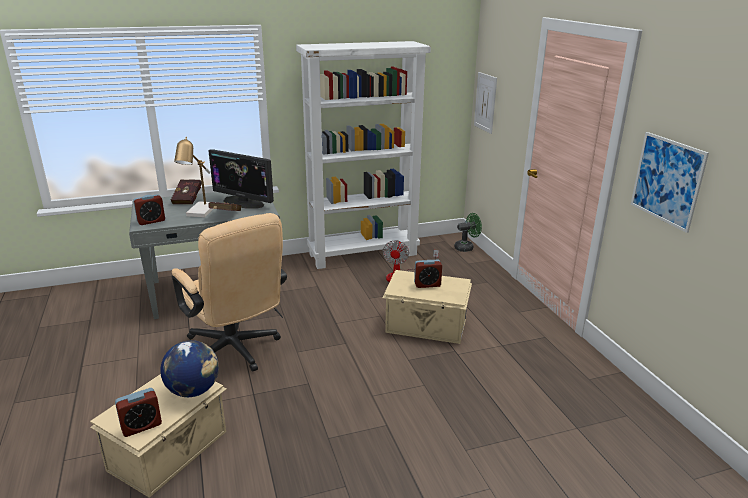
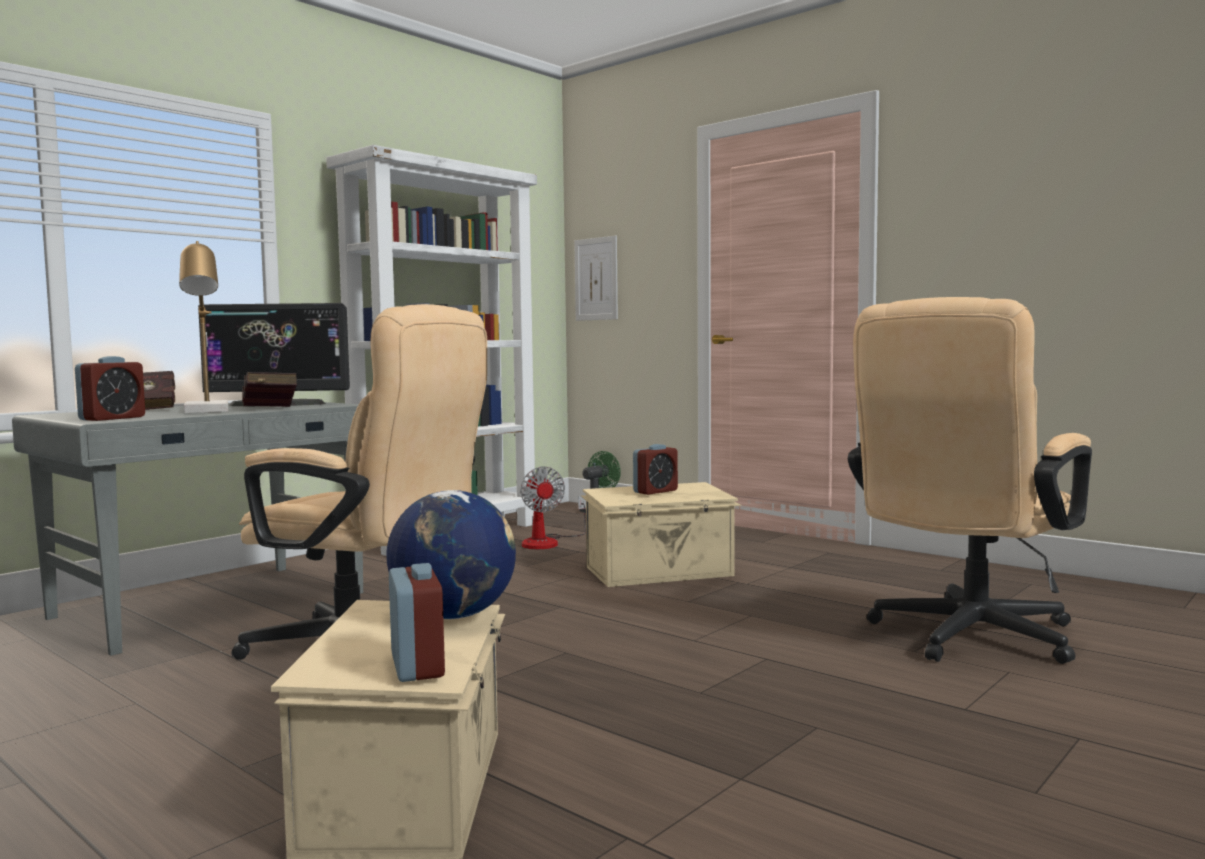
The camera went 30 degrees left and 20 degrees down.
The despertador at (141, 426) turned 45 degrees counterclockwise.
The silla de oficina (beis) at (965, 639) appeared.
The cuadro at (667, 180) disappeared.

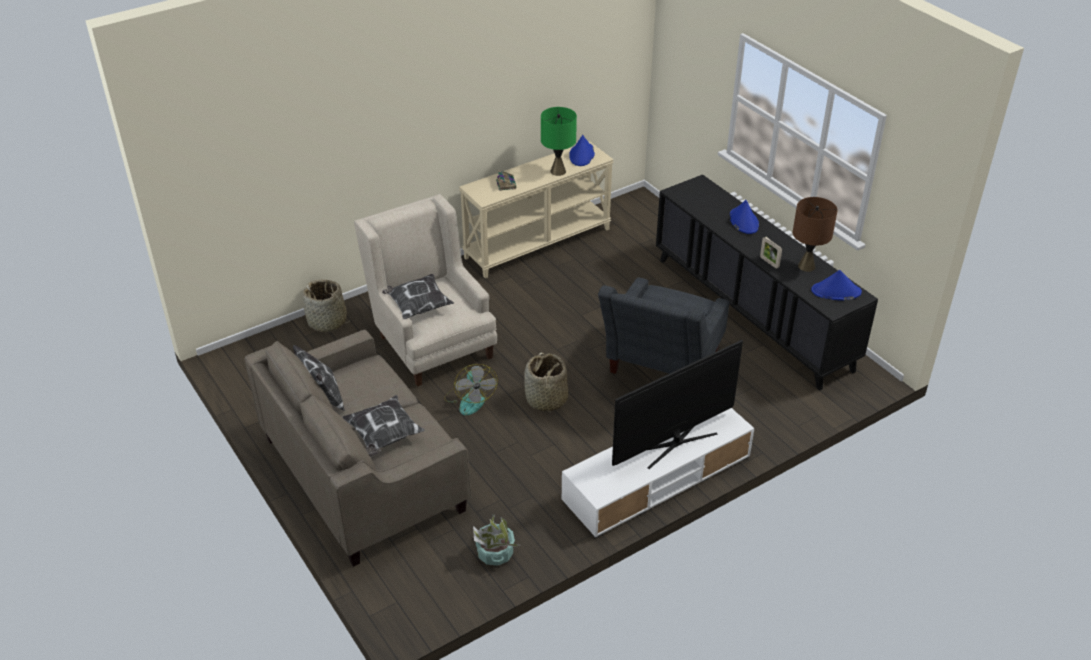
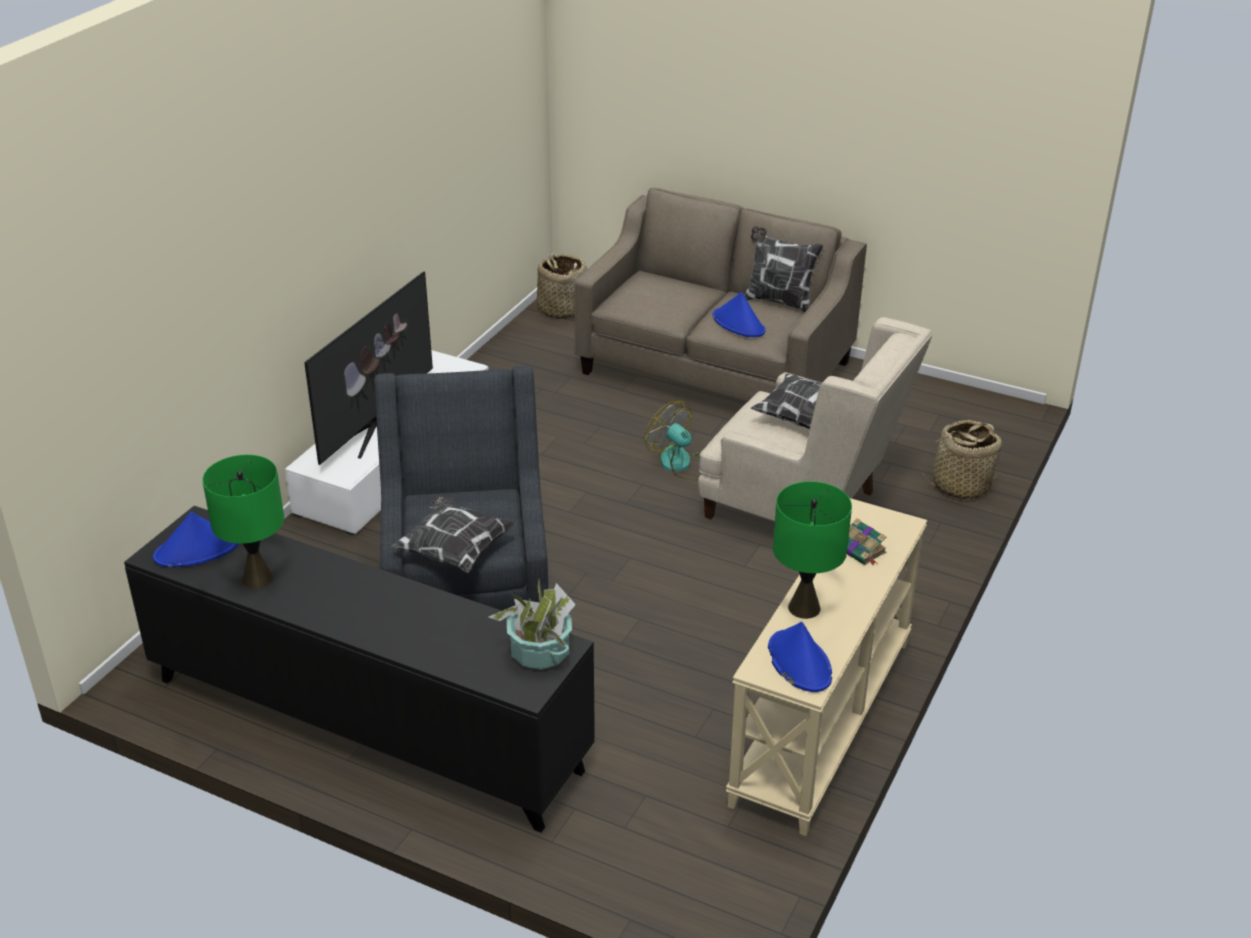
The camera went 150 degrees right and 5 degrees down.
The lámpara de mesa (marrón) at (806, 266) became the lámpara de mesa (verde) at (257, 579).
The cojín moved from (383, 436) to (454, 550).
The planta en maceta moved from (495, 553) to (540, 652).
The cesta moved from (546, 399) to (562, 309).
The sombrero (azul) moved from (743, 221) to (739, 324).
The portarretratos at (769, 262) disappeared.

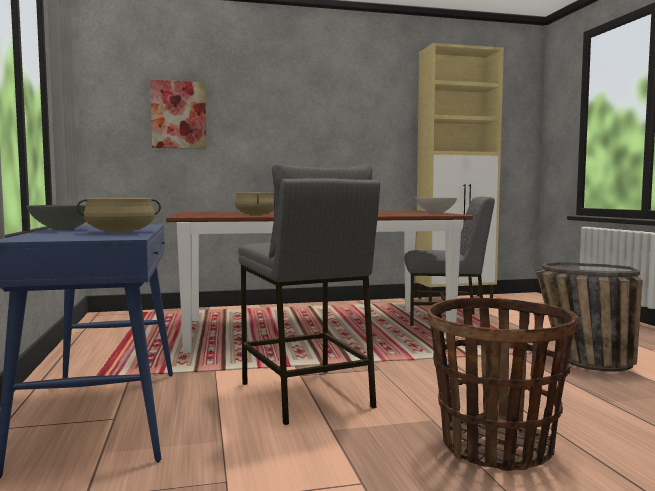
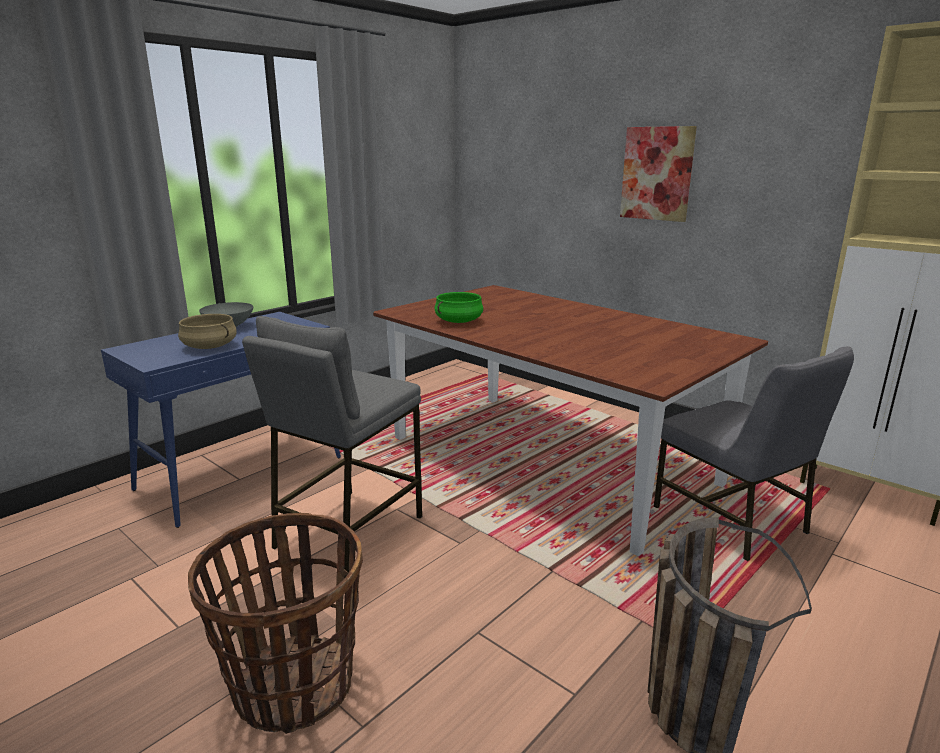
The camera went 55 degrees right and 15 degrees up.
The olla (beis) at (256, 215) became the olla (verde) at (458, 321).
The cuadro moved from (178, 115) to (657, 173).
The cuenco (blanco) at (436, 213) disappeared.

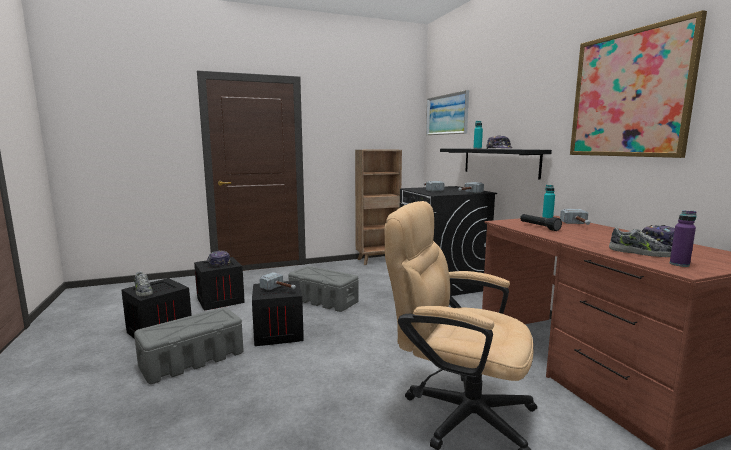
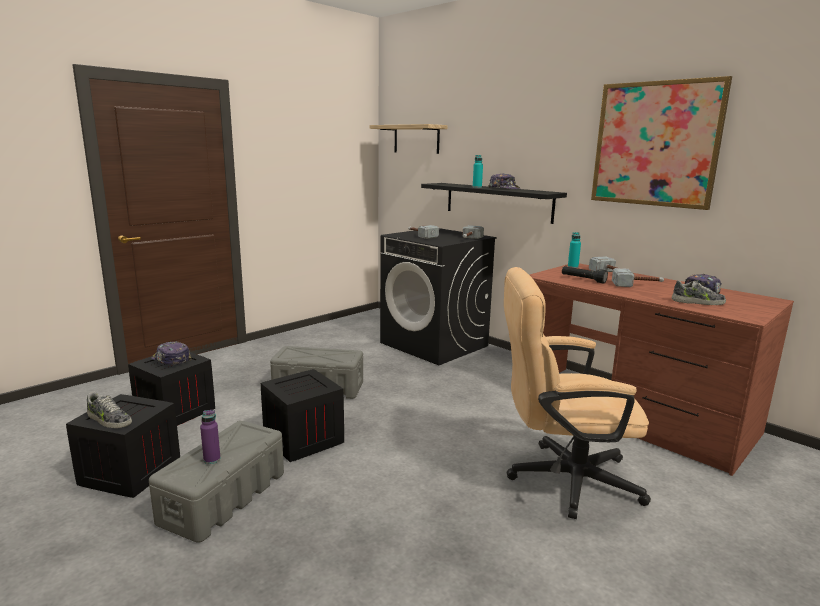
The camera went 25 degrees left and 5 degrees up.
The botella (morado) moved from (679, 264) to (212, 459).
The cuadro at (447, 114) was replaced by the estante at (416, 139).
The martillo moved from (280, 289) to (637, 285).
The estantería (marrón) at (378, 260) disappeared.

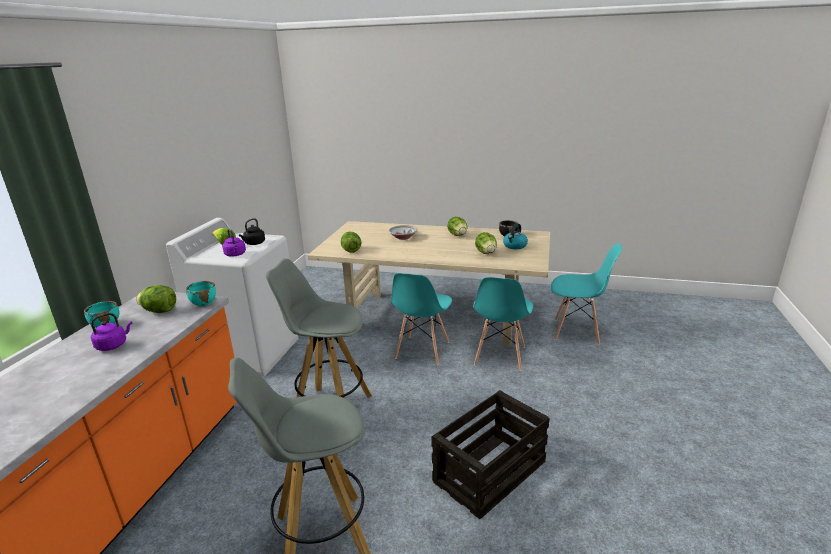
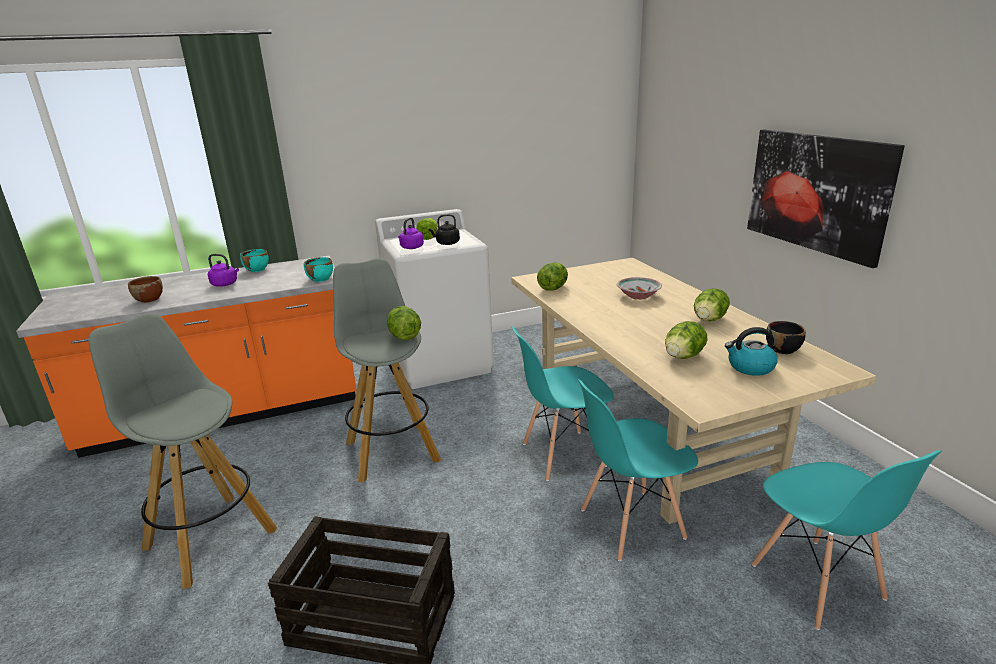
The camera went 55 degrees right and 0 degrees up.
The cuenco (marrón) at (149, 299) appeared.
The lechuga moved from (159, 311) to (404, 336).
The cuadro at (816, 193) appeared.

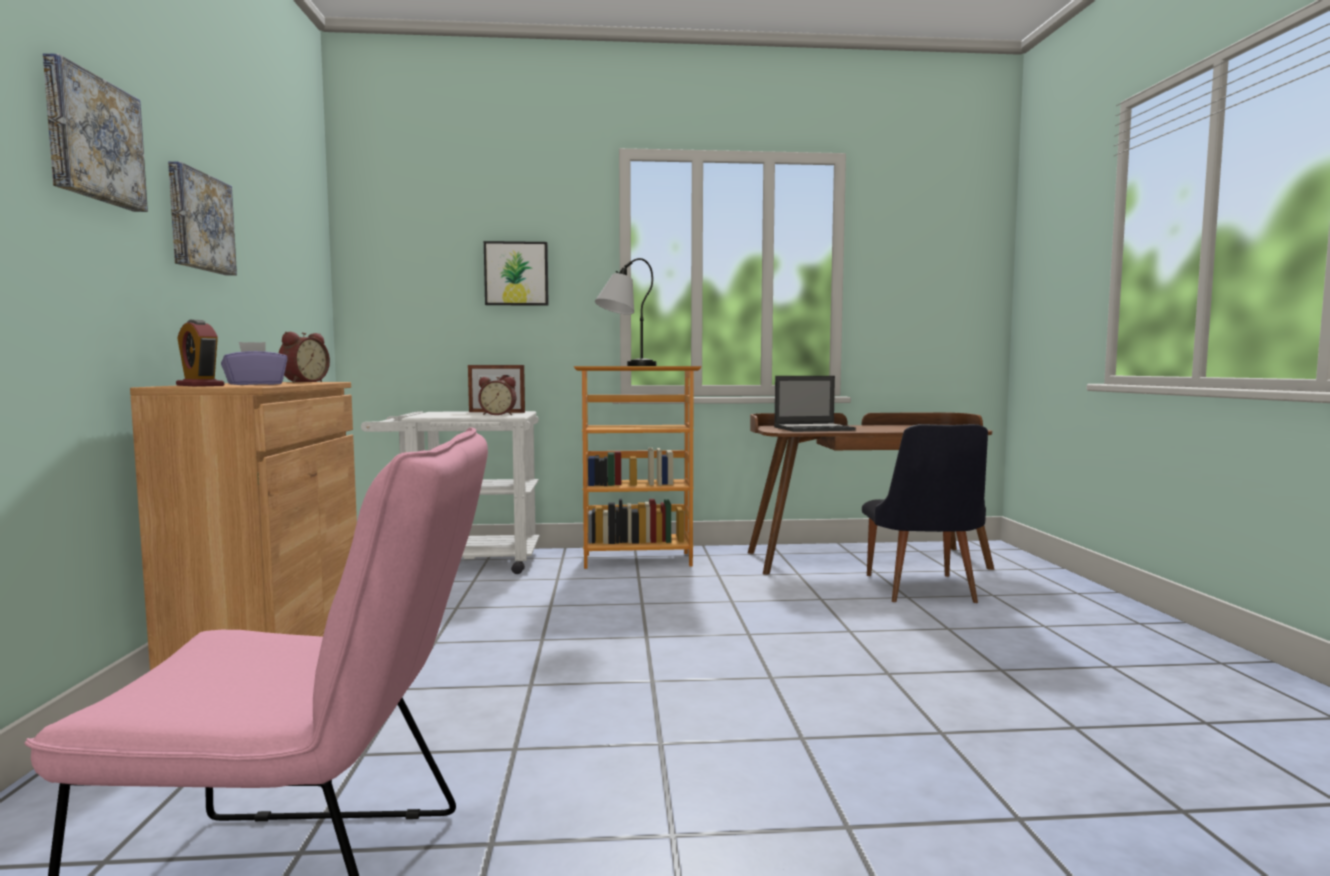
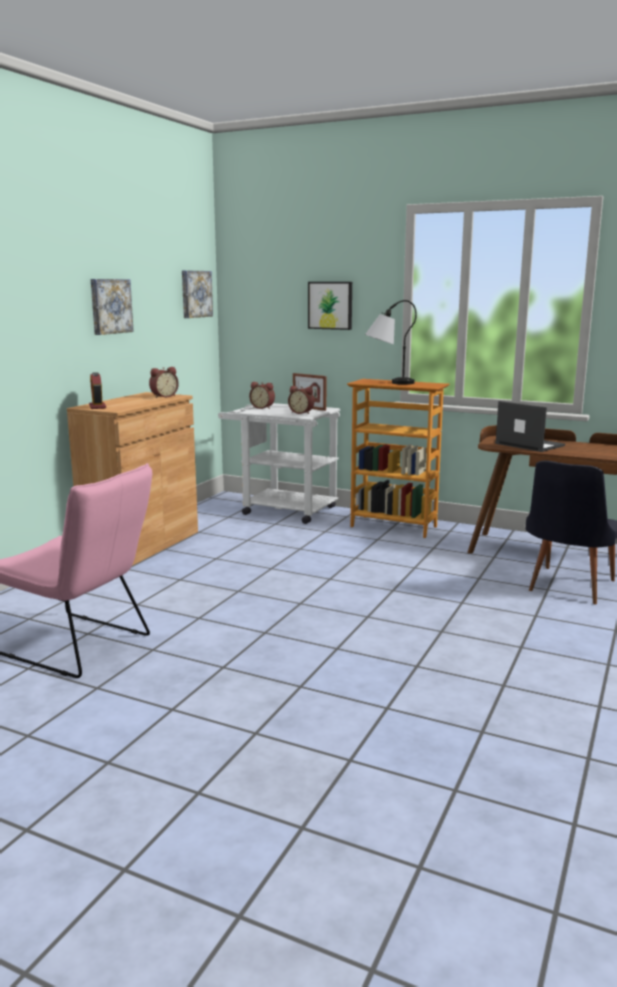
The camera went 30 degrees right and 10 degrees up.
The cuadro moved from (92, 139) to (195, 294).
The despertador at (263, 407) appeared.
The portátil at (814, 428) turned 150 degrees counterclockwise.
The caja de pañuelos (morado) at (255, 384) disappeared.

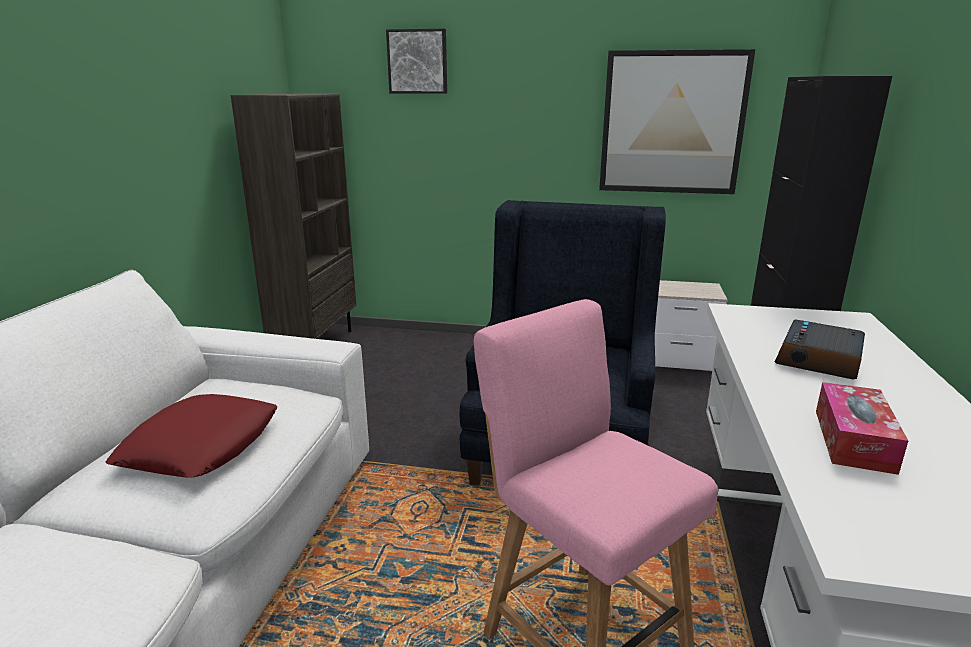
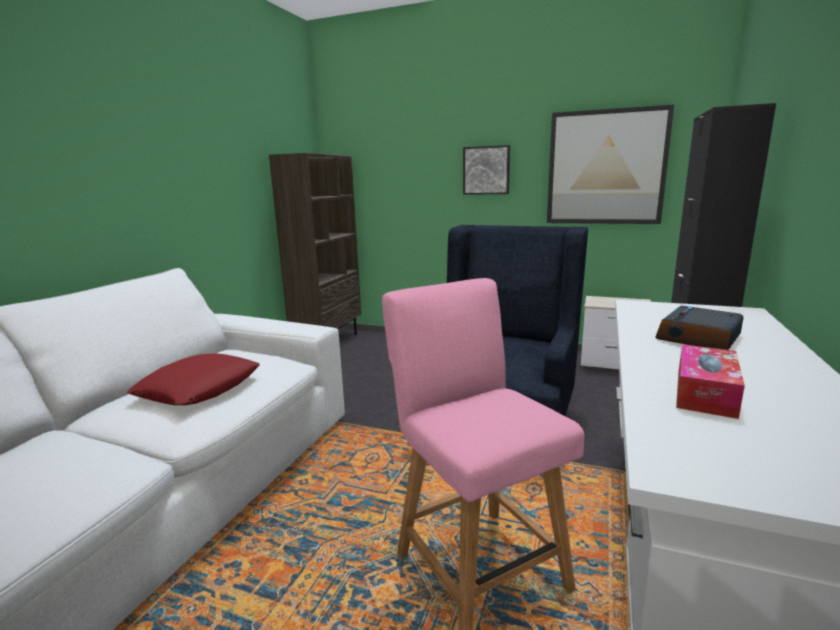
The camera went 10 degrees right and 5 degrees down.
The cuadro moved from (418, 62) to (486, 170).

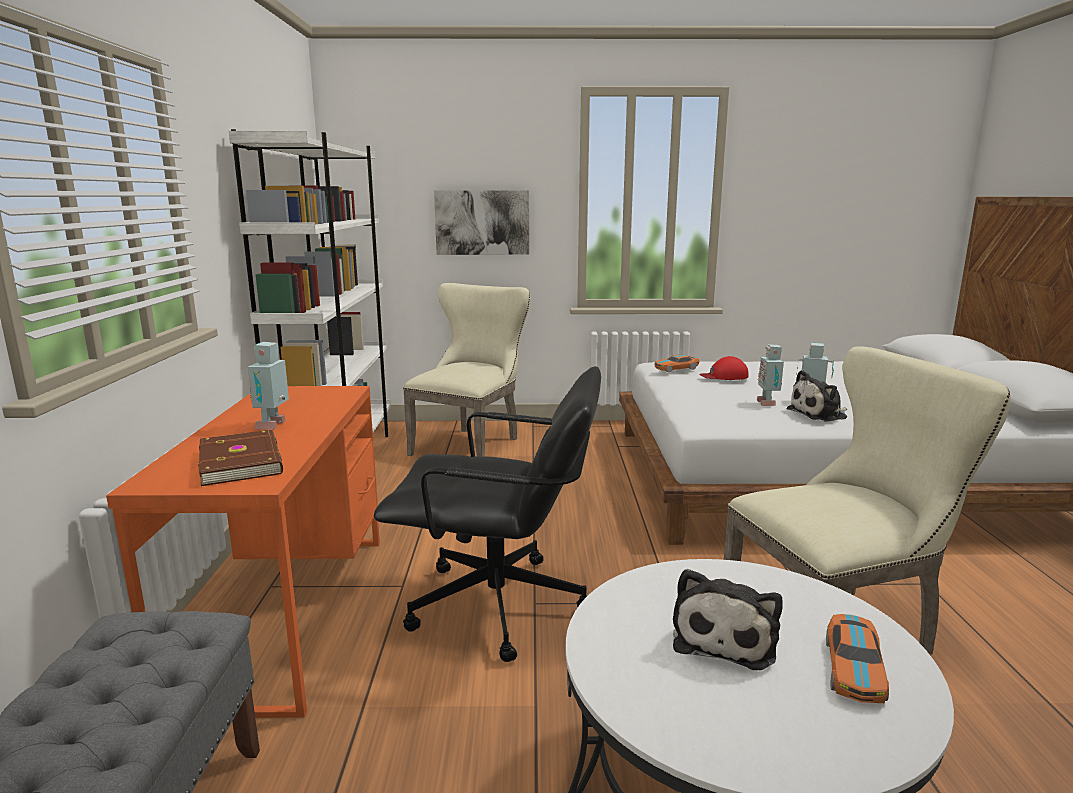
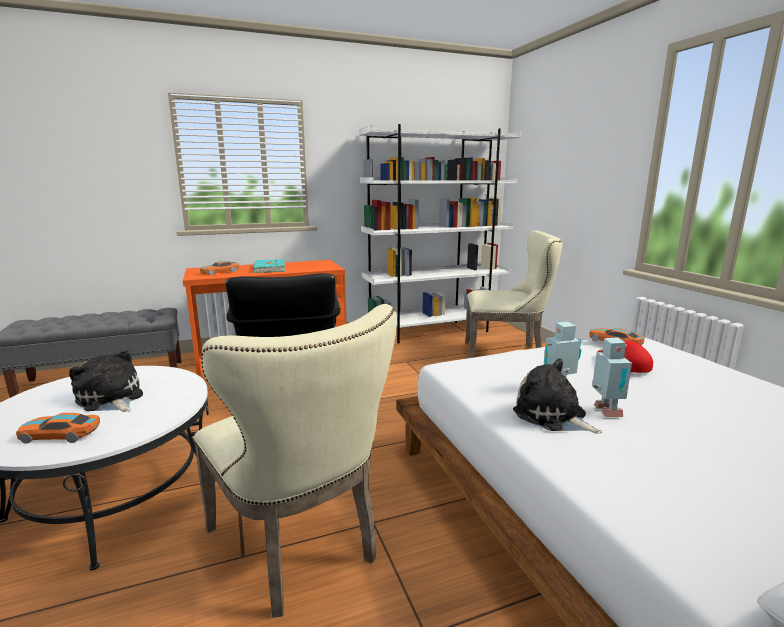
The camera went 70 degrees right and 0 degrees up.
The peluche at (725, 637) turned 45 degrees clockwise.
The libro (marrón) at (243, 461) was replaced by the coche de juguete at (220, 272).
The robot de juguete at (274, 425) was replaced by the libro (turquesa) at (268, 268).
The cuadro at (482, 222) disappeared.

